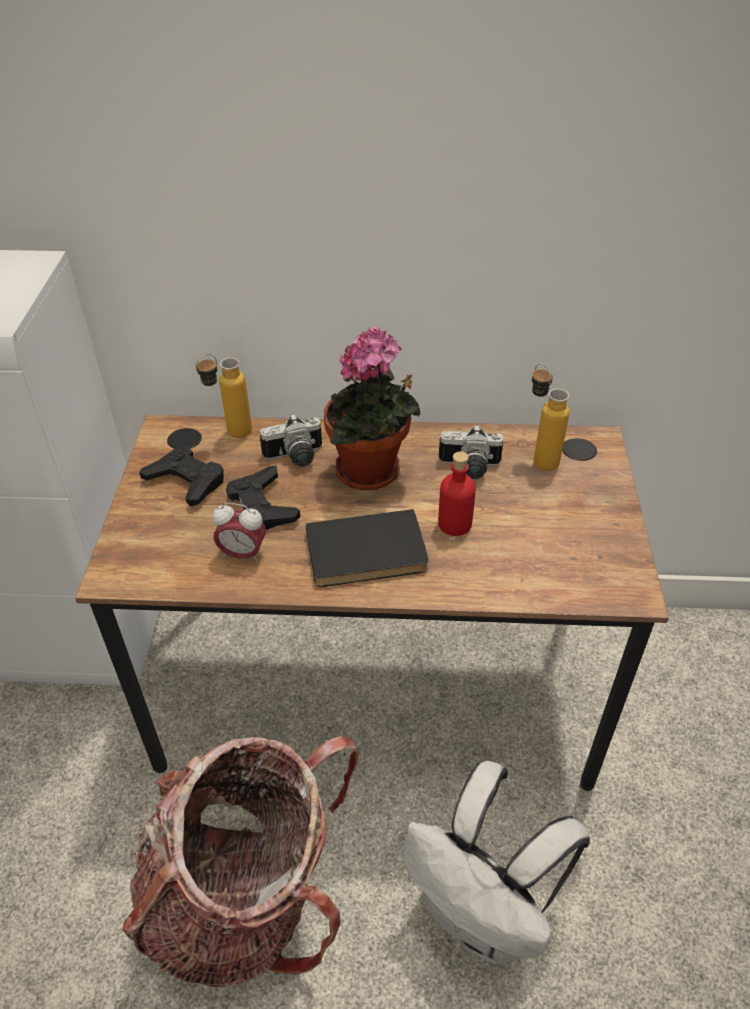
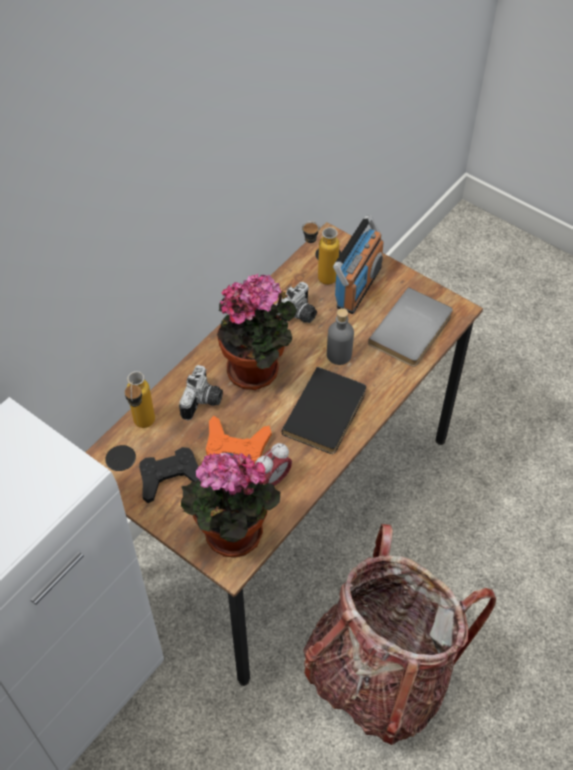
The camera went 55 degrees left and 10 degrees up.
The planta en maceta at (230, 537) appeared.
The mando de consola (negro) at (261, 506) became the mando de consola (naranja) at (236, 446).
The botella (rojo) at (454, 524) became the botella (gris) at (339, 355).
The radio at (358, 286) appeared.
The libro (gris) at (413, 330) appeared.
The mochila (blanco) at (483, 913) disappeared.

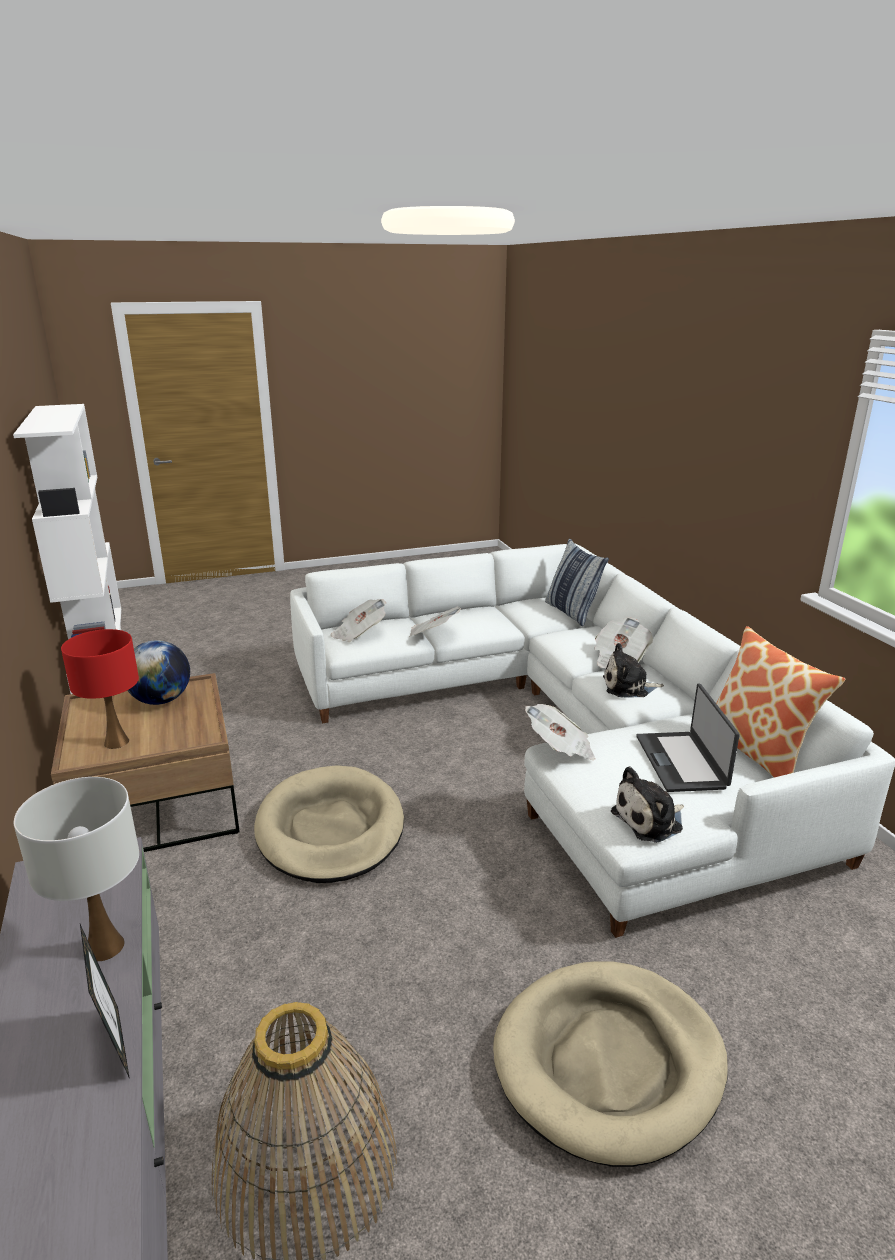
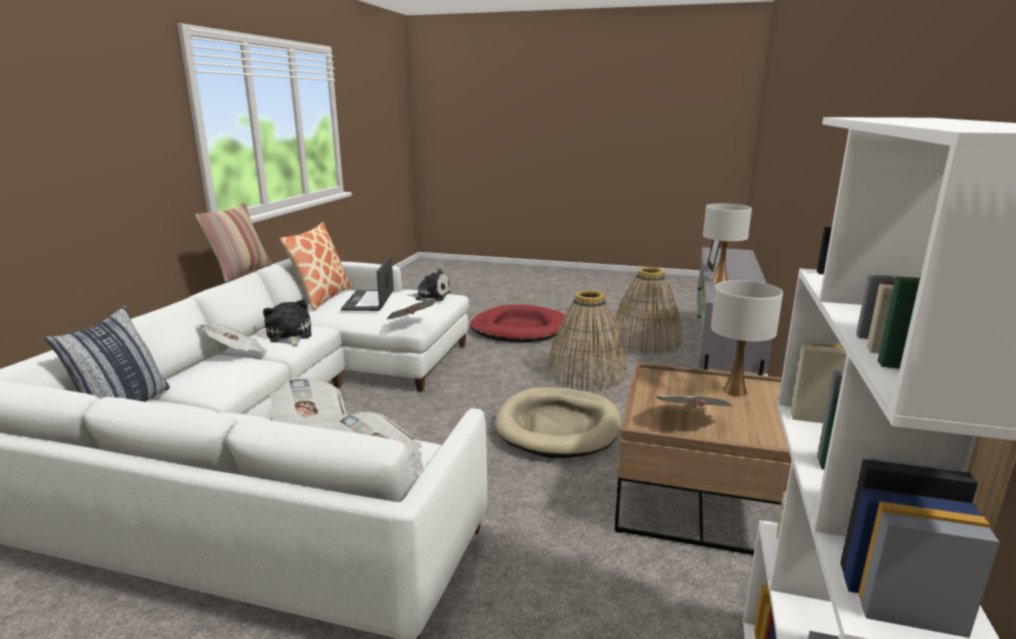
The camera went 145 degrees left and 5 degrees down.
The cojín at (241, 272) appeared.
The peluche at (628, 687) turned 150 degrees counterclockwise.
The portátil at (682, 762) turned 150 degrees clockwise.
The cama para perro (beis) at (608, 1062) became the cama para perro (rojo) at (518, 329).
The cesta at (586, 373) appeared.
The globo terráqueo at (161, 700) was replaced by the periódico at (690, 419).
The lámpara de mesa (rojo) at (116, 742) became the lámpara de mesa (blanco) at (735, 391).

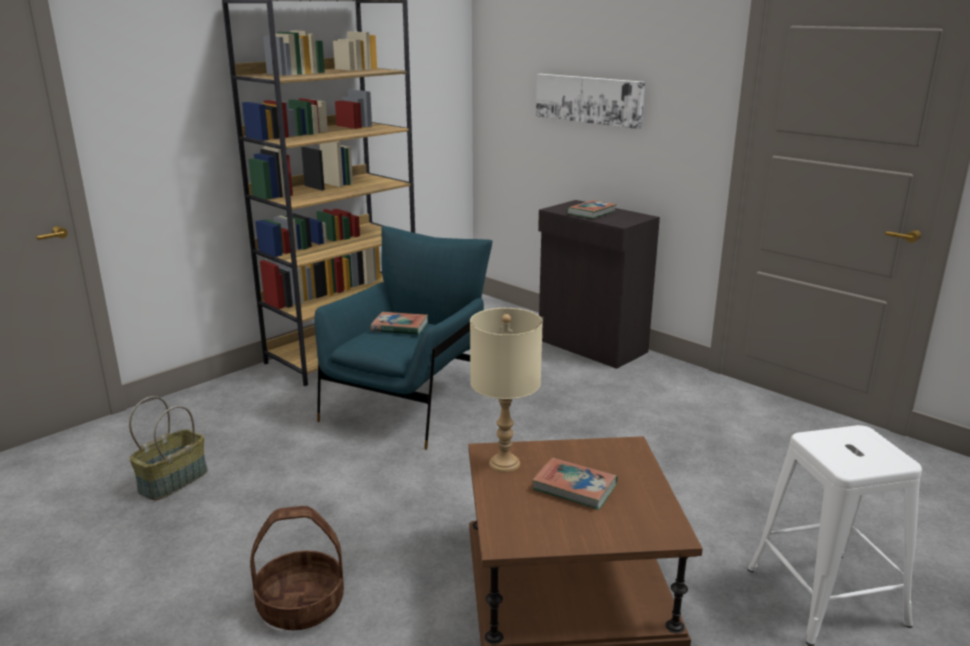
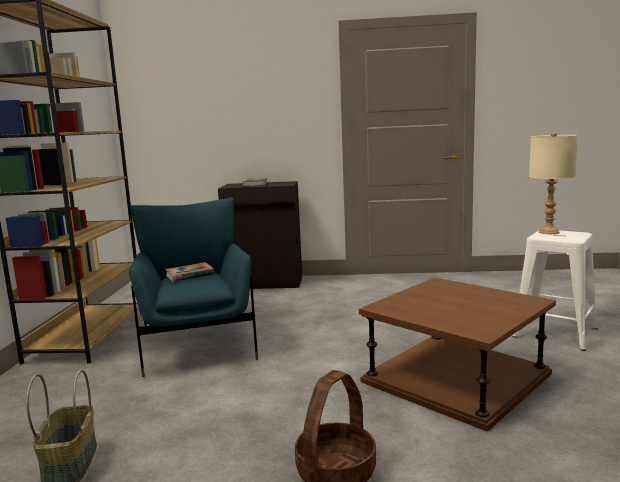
The camera went 40 degrees left and 10 degrees down.
The lámpara de mesa (beis) moved from (505, 463) to (548, 232).
The libro at (574, 487) disappeared.
The cuadro at (589, 99) disappeared.

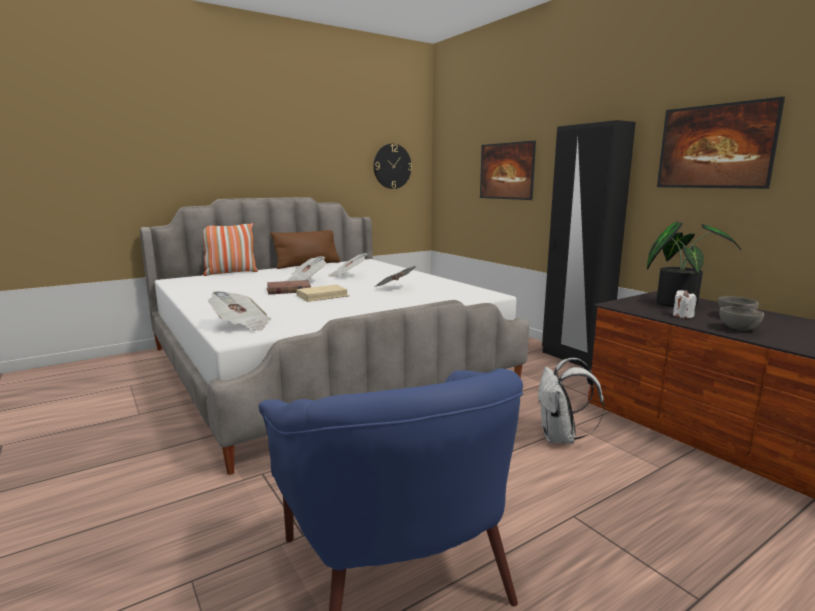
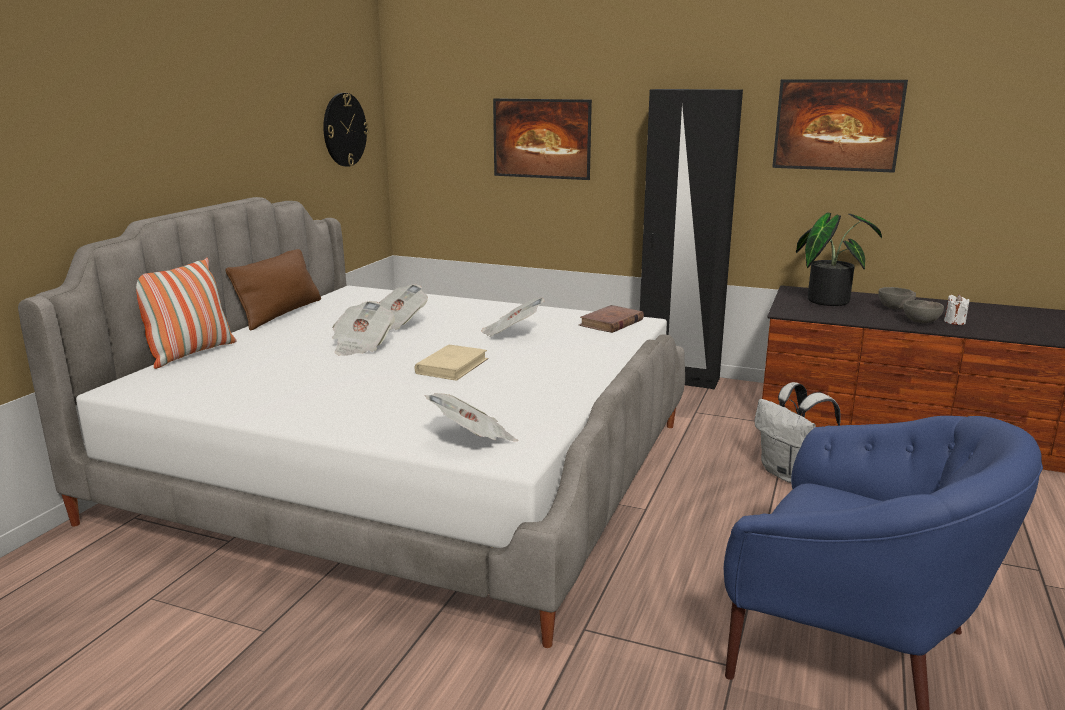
The camera went 35 degrees left and 5 degrees up.
The libro (marrón) moved from (288, 290) to (611, 323).
The vela (blanco) moved from (682, 315) to (954, 322).

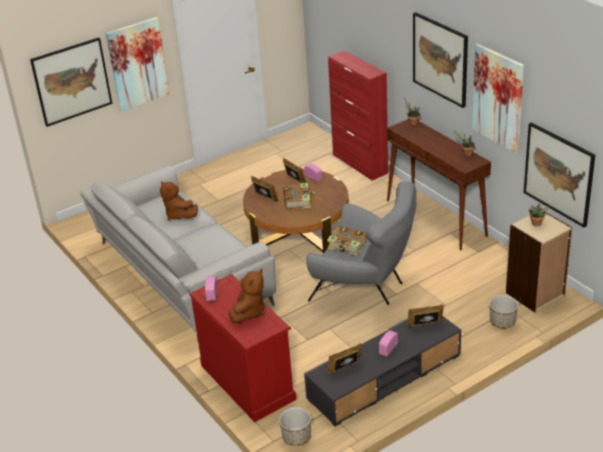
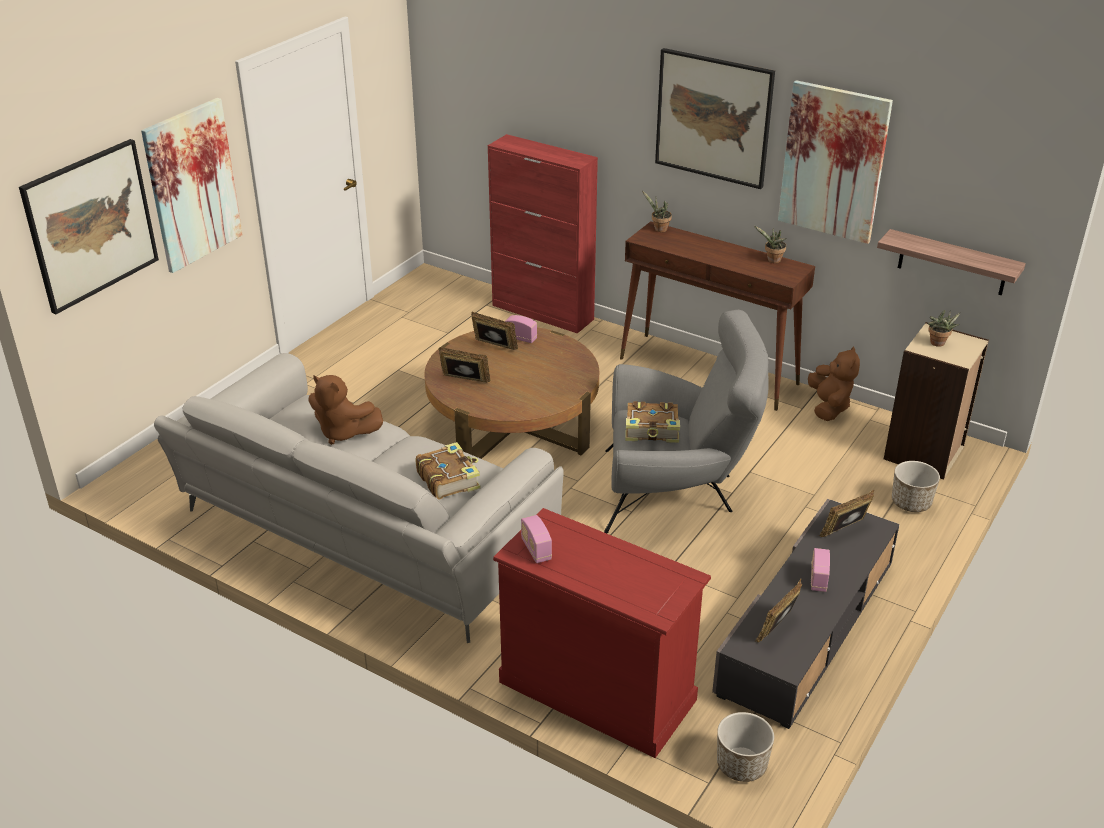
The camera went 25 degrees left and 0 degrees up.
The libro moved from (298, 200) to (448, 479).
The peluche (marrón) moved from (249, 312) to (829, 407).
The cuadro at (559, 174) was replaced by the estante at (952, 263).

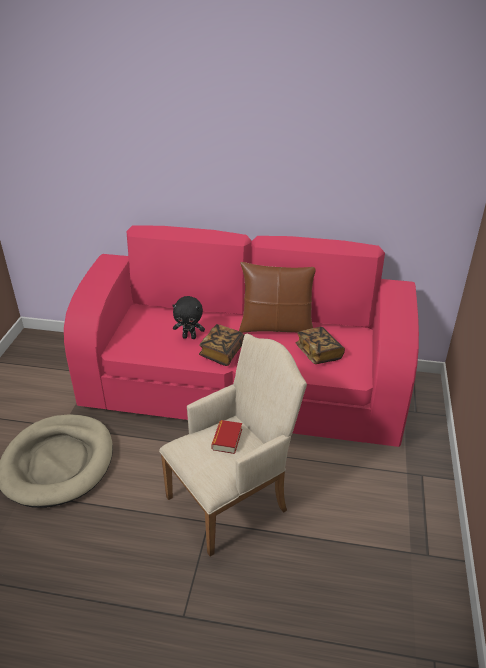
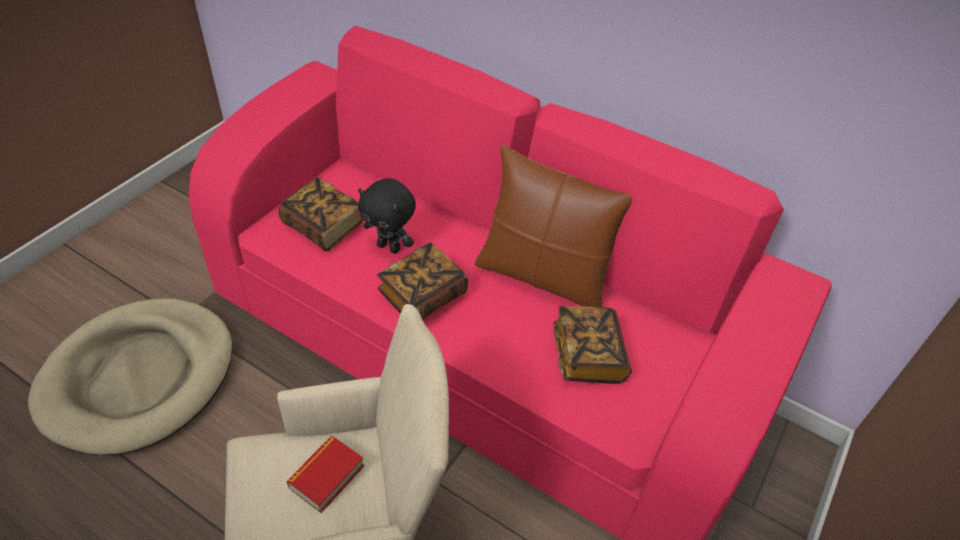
The camera went 20 degrees right and 10 degrees up.
The libro at (323, 227) appeared.

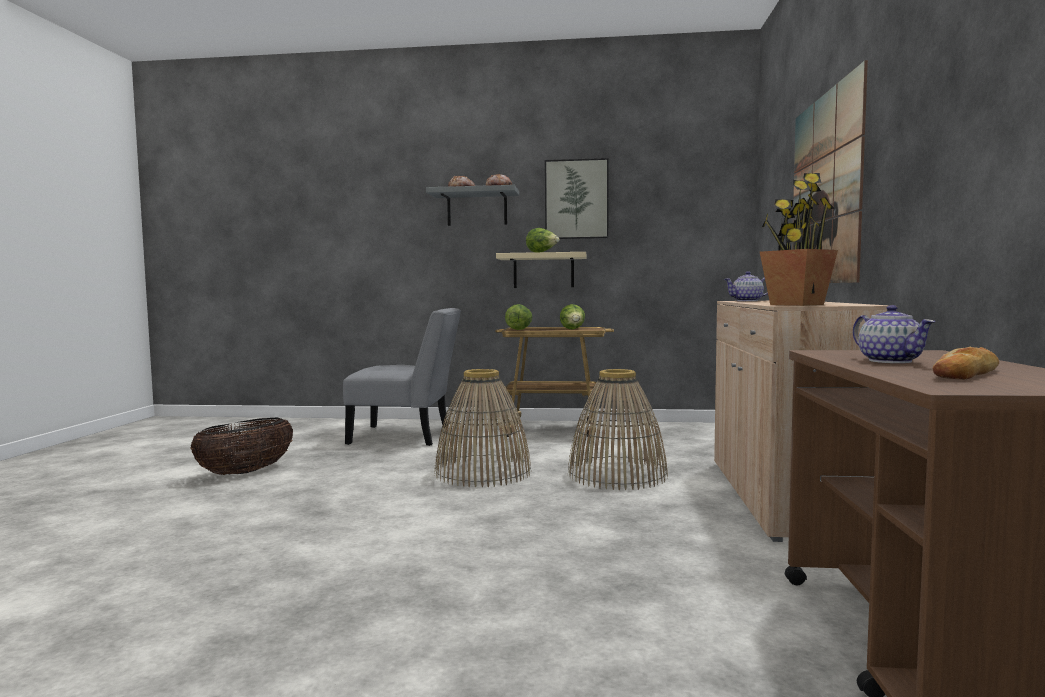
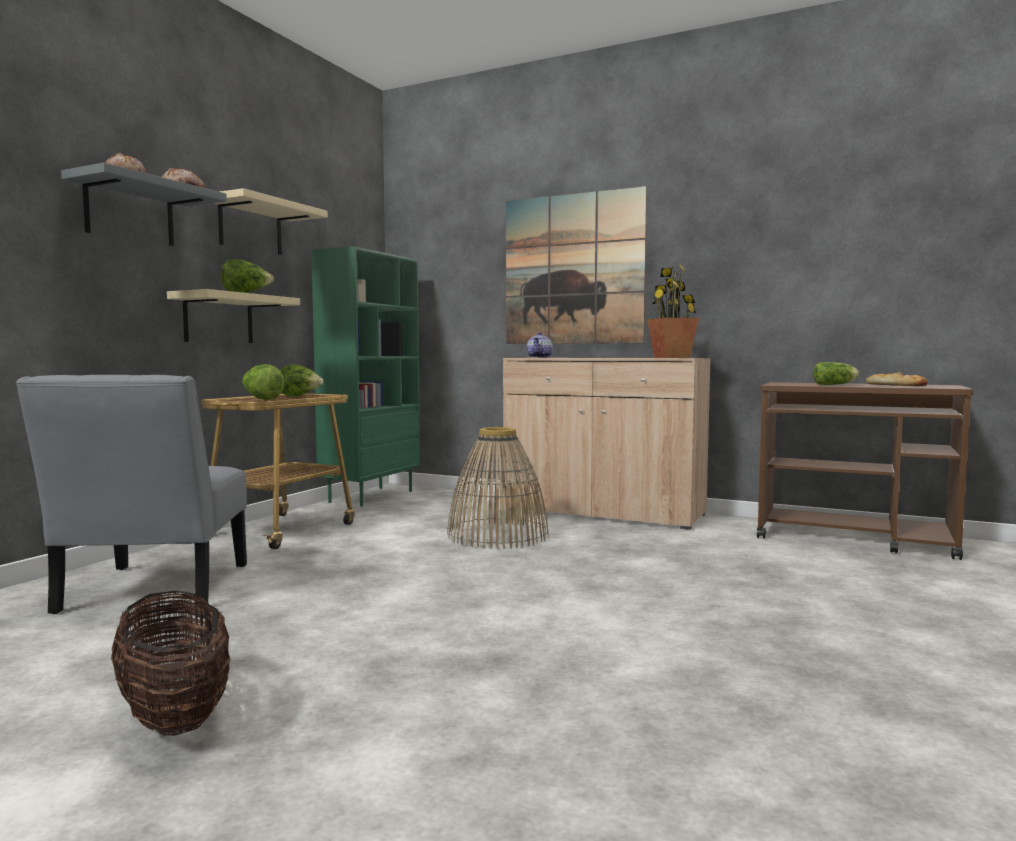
The camera went 70 degrees left and 0 degrees up.
The silla (gris) at (406, 436) turned 150 degrees clockwise.
The cuadro at (576, 199) was replaced by the estante (beis) at (250, 227).
The estantería (verde) at (371, 496) appeared.
The tetera at (890, 361) was replaced by the lechuga at (835, 385).
The cesta at (483, 472) disappeared.

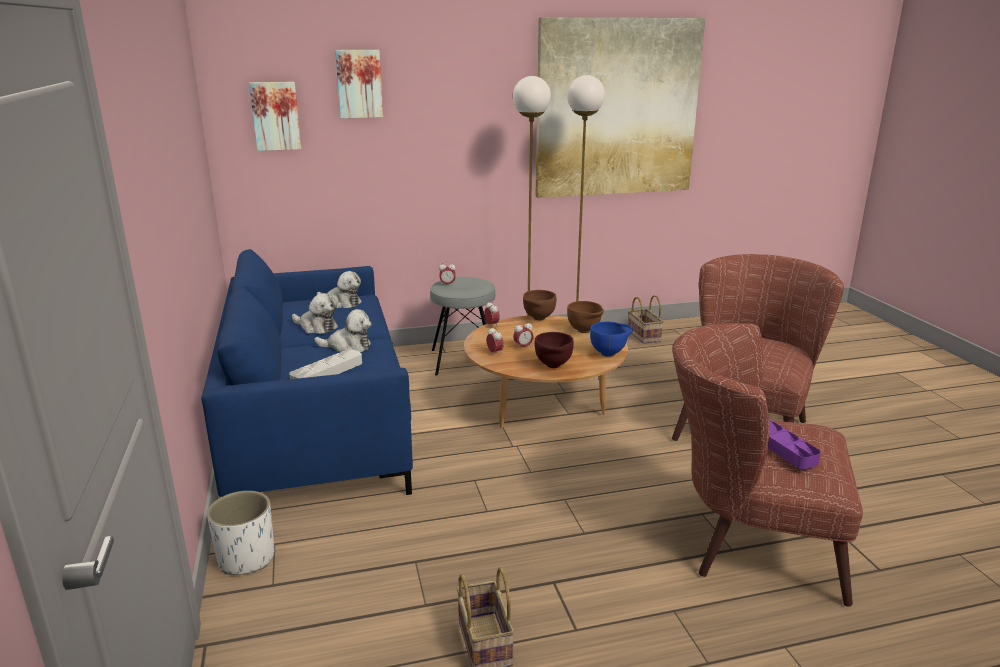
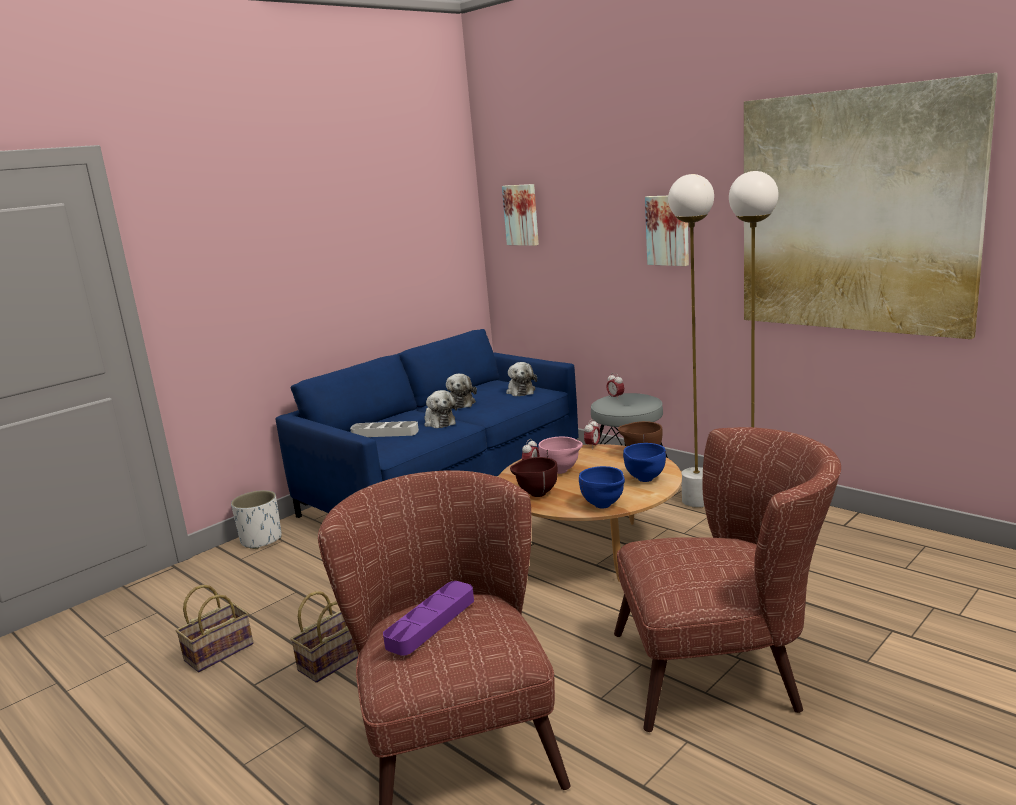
The camera went 60 degrees right and 5 degrees down.
The cesta moved from (642, 335) to (333, 660).
The despertador at (523, 347) was replaced by the cuenco (rosa) at (562, 471).
The cuenco (marrón) at (585, 331) became the cuenco (azul) at (644, 480).
The cuadro moved from (359, 84) to (668, 230).

